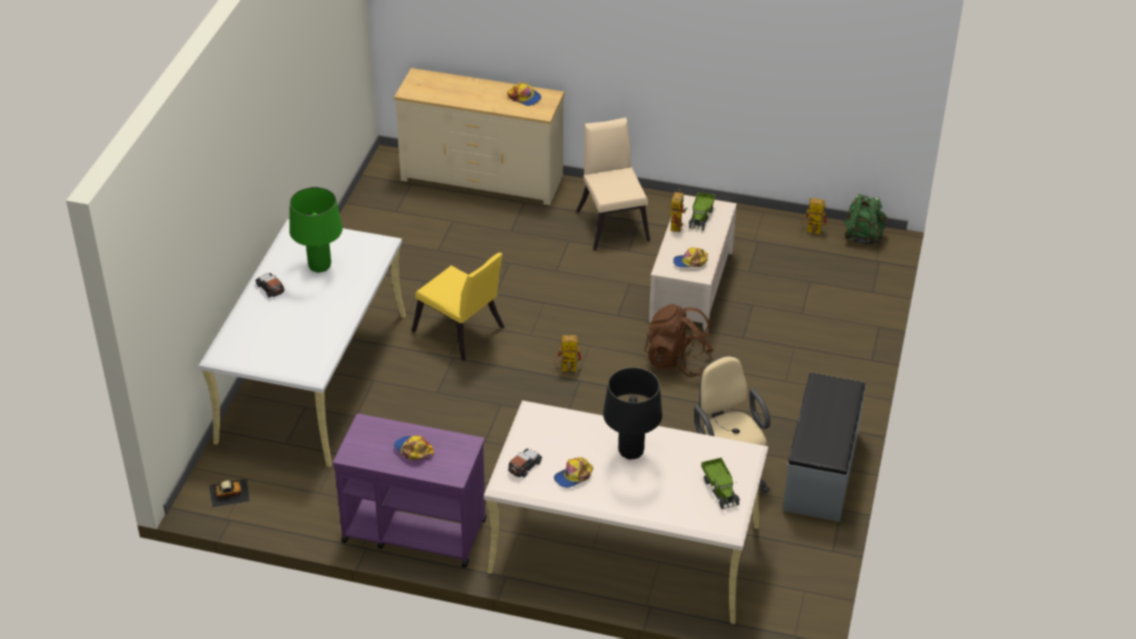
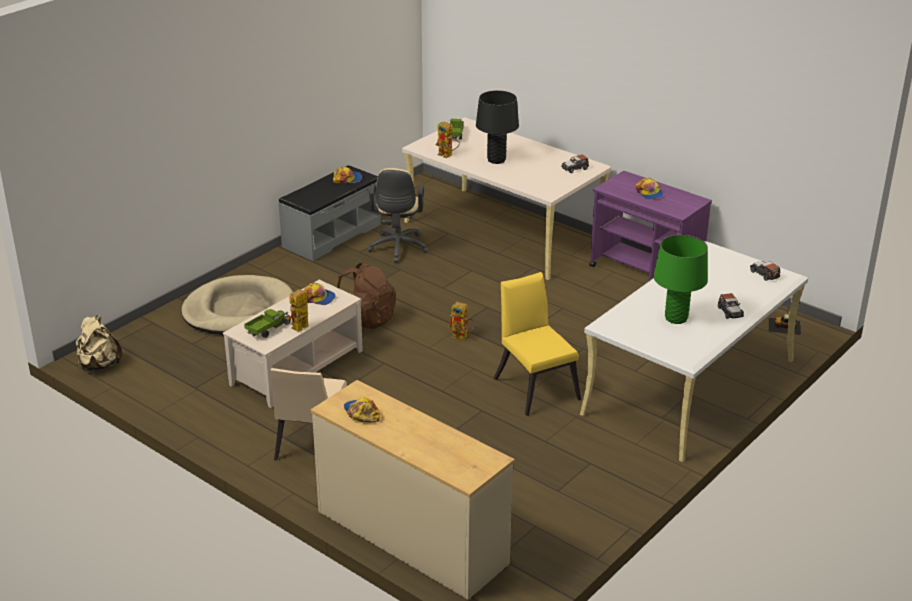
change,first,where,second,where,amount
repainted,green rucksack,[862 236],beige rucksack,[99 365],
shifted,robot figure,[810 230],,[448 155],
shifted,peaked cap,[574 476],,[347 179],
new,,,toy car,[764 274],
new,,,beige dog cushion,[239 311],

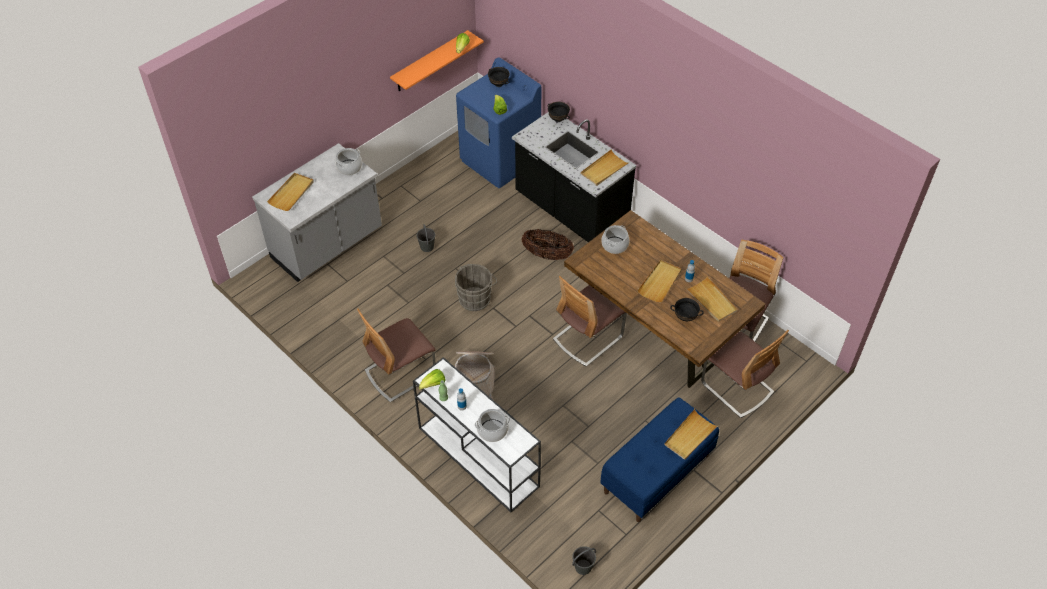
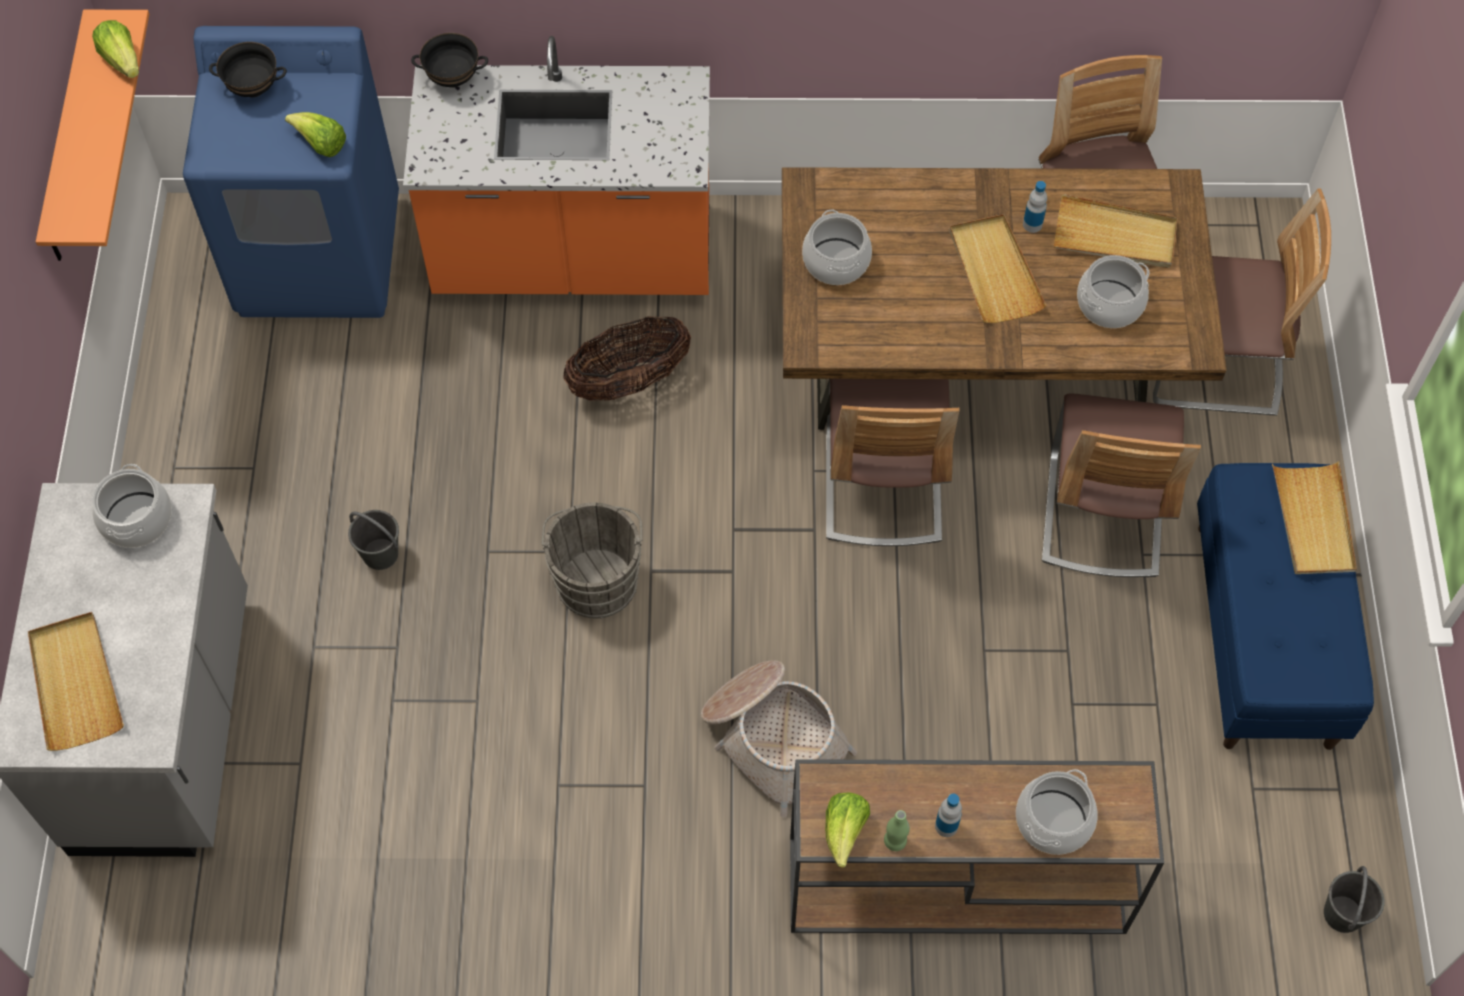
change,first,where,second,where,amount
repainted,black-coloured kitchen base unit,[570 212],orangey kitchen base unit,[574 259],
gone,beige serving tray,[604 169],,,
swapped,black-coloured deep dish,[685 317],cooking pot,[1110 304],
shifted,upright chair,[400 373],,[1103 513],
repainted,whitish console table,[477 456],brownish console table,[952 885],

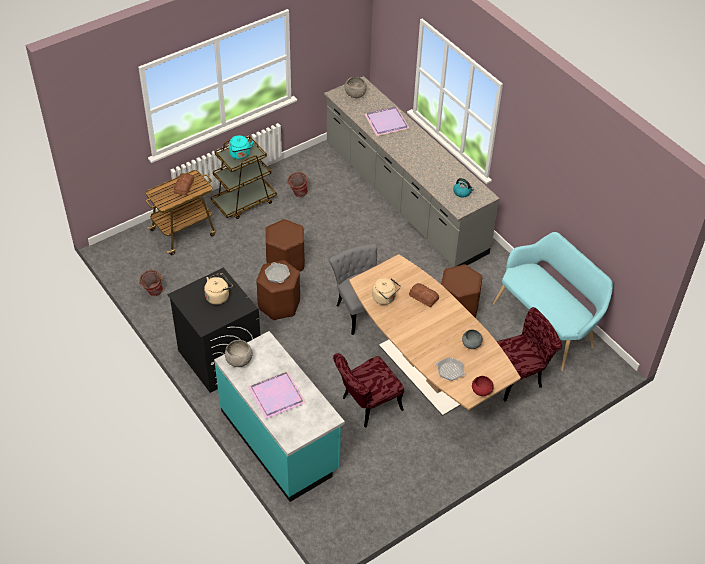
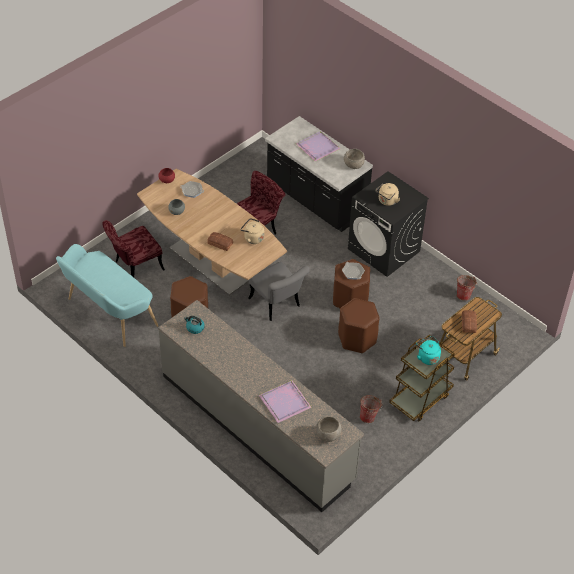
change,first,where,second,where,amount
repainted,turquoise-coloured kitchen base unit,[280 440],black-coloured kitchen base unit,[315 199],

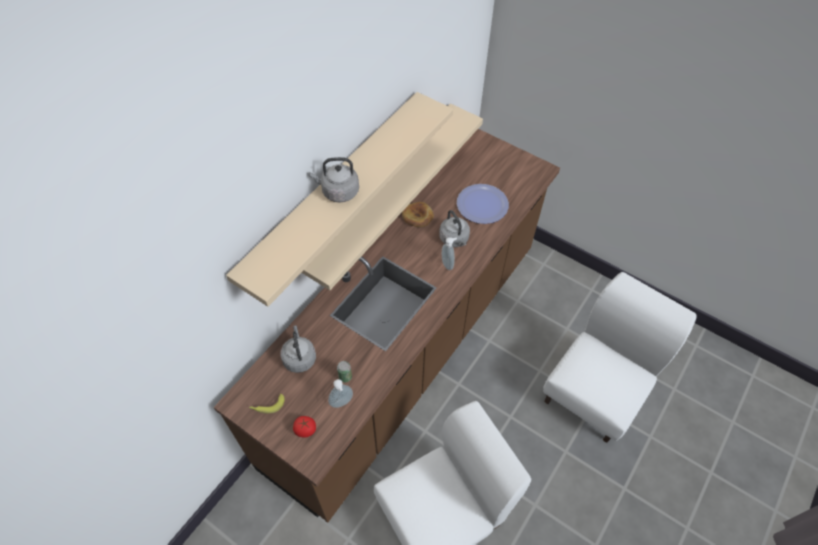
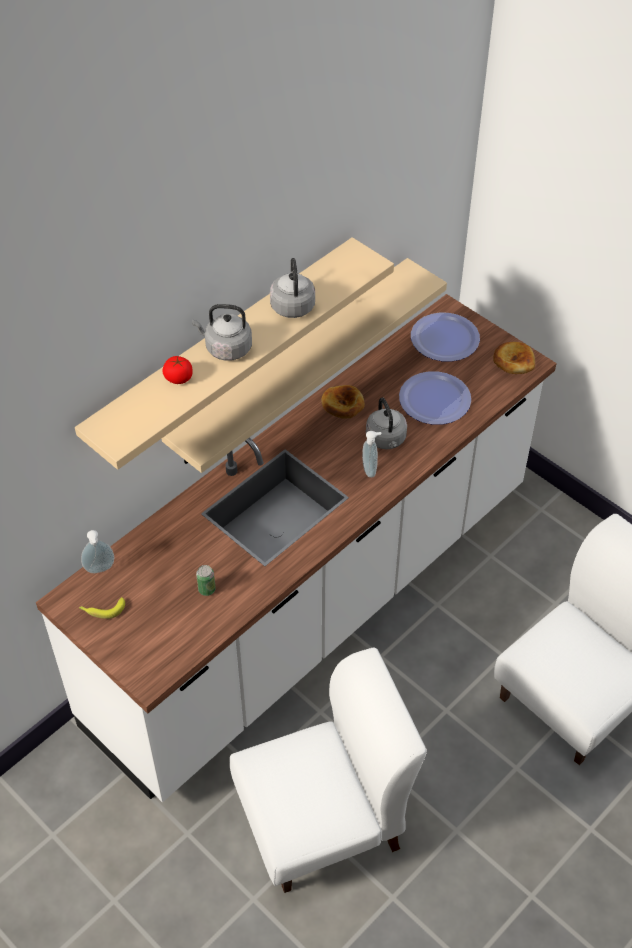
change,first,where,second,where,amount
repainted,brownish kitchen base unit,[407 353],whitish kitchen base unit,[316 605],
shifted,gray kettle,[299 358],,[292 305],
shifted,soap bottle,[342 403],,[100 570],
shifted,whole tomato,[305 430],,[178 378],
new,,,flat dish,[444 338],
new,,,bread,[514 360],

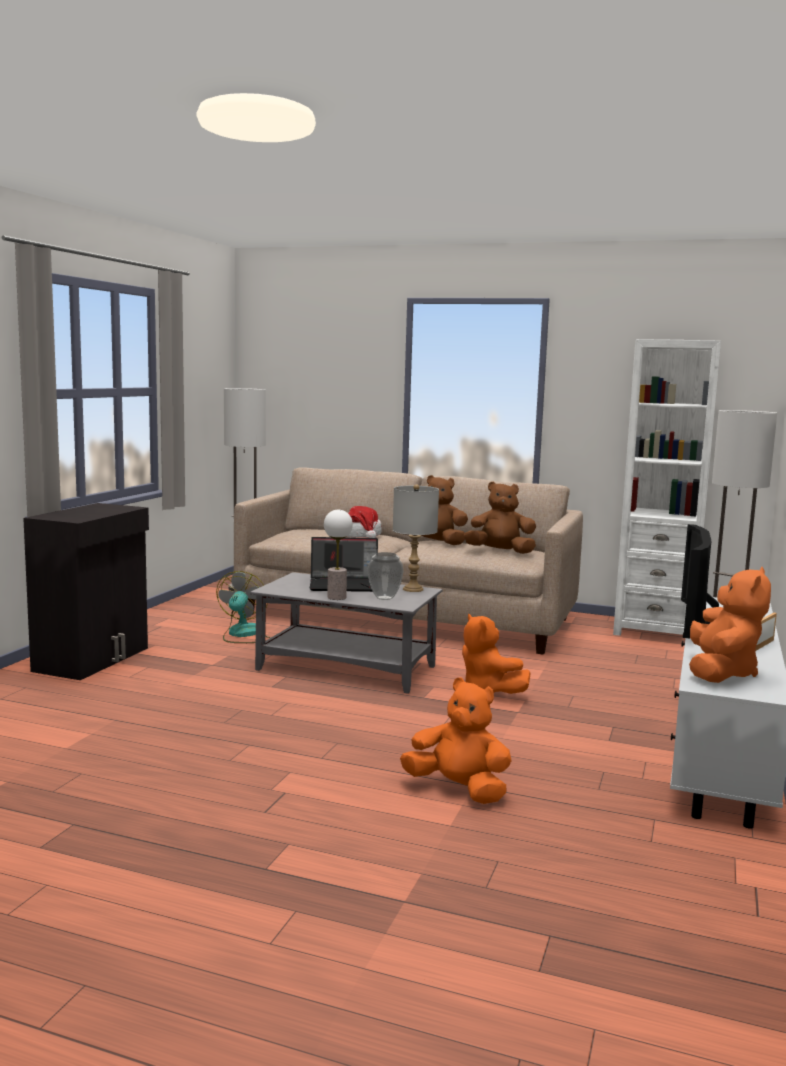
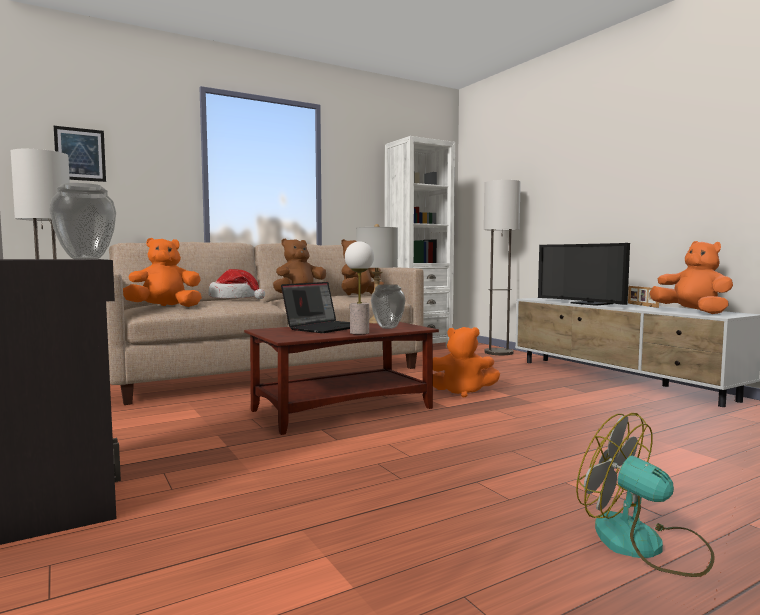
change,first,where,second,where,amount
shifted,fan,[243 635],,[644 545],
repainted,gray coffee table,[348 668],brownish coffee table,[343 409],
shifted,orangey cuddly toy,[458 789],,[165 307],
new,,,wall art,[80 154],
new,,,flower vase,[86 259],

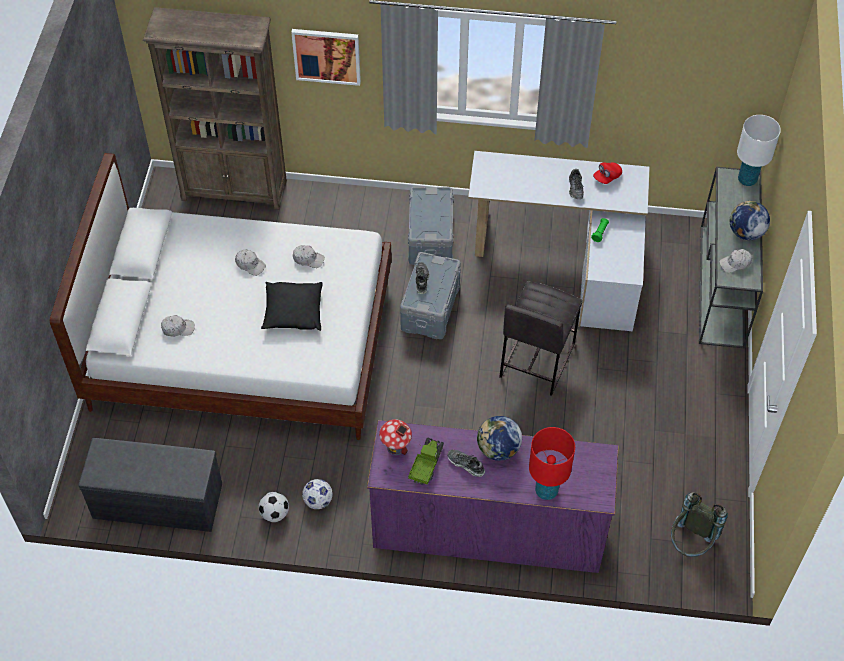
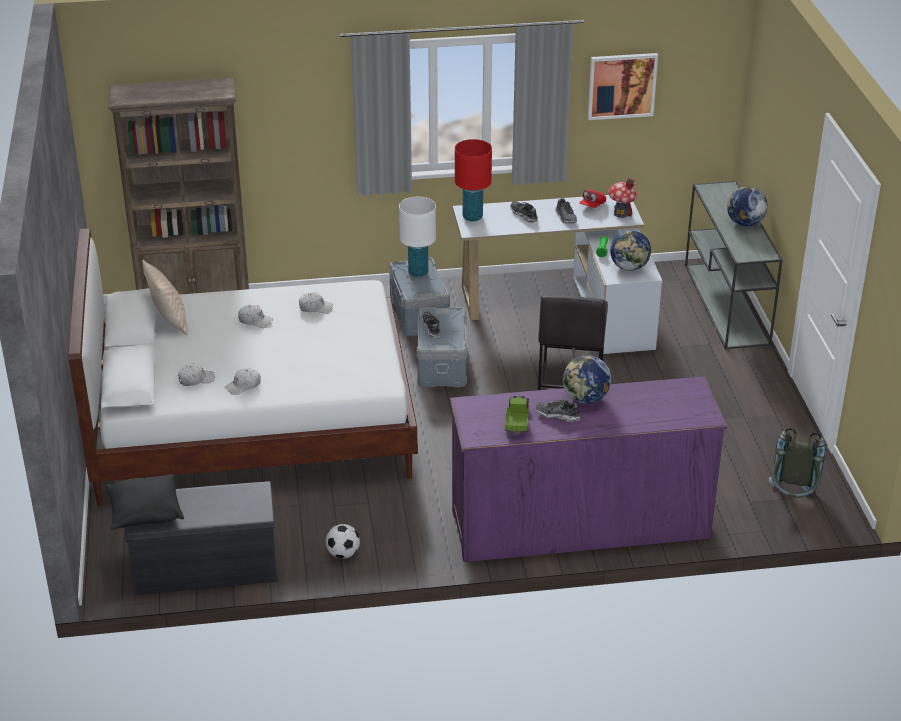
change,first,where,second,where,amount
shifted,wall art,[327 56],,[622 85],
shifted,whitish lamp for a table,[747 180],,[418 272],
shifted,whitish peaked cap,[735 263],,[243 386],
shifted,black-coloured pillow,[293 312],,[145 512],
shifted,toy house,[396 448],,[621 213],
shifted,red-coloured lamp for a table,[546 490],,[472 217],
gone,ball for football,[318 501],,,
new,,,item of footwear,[524 215],
new,,,globe,[629 267],
new,,,beige pillow,[169 321],

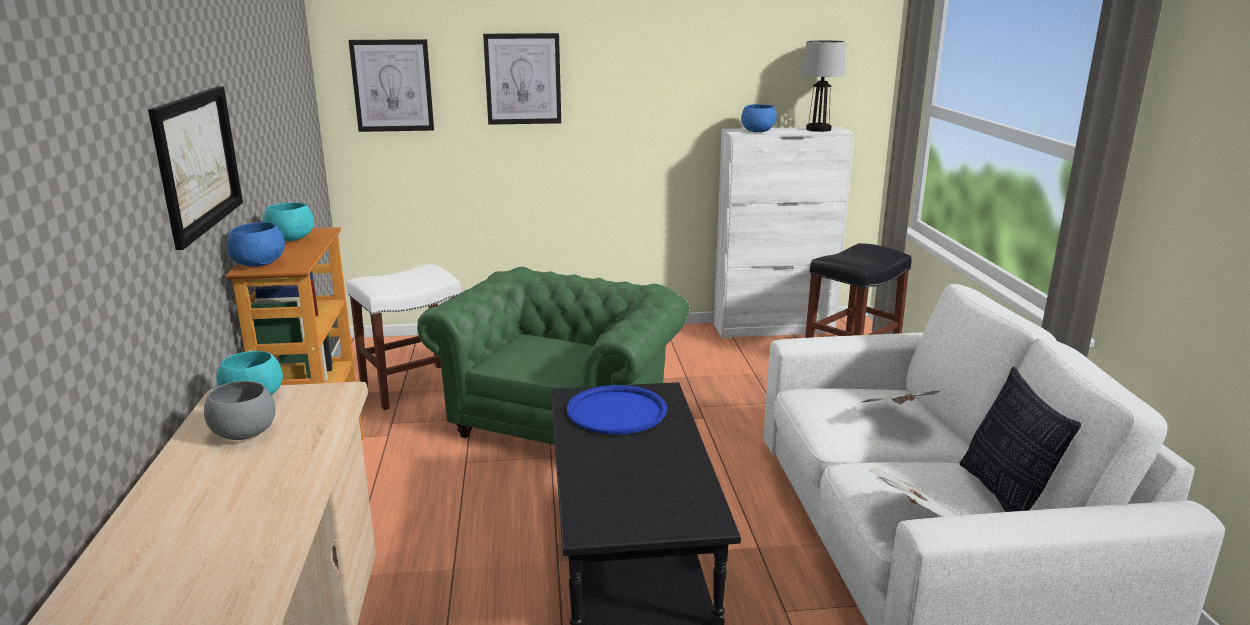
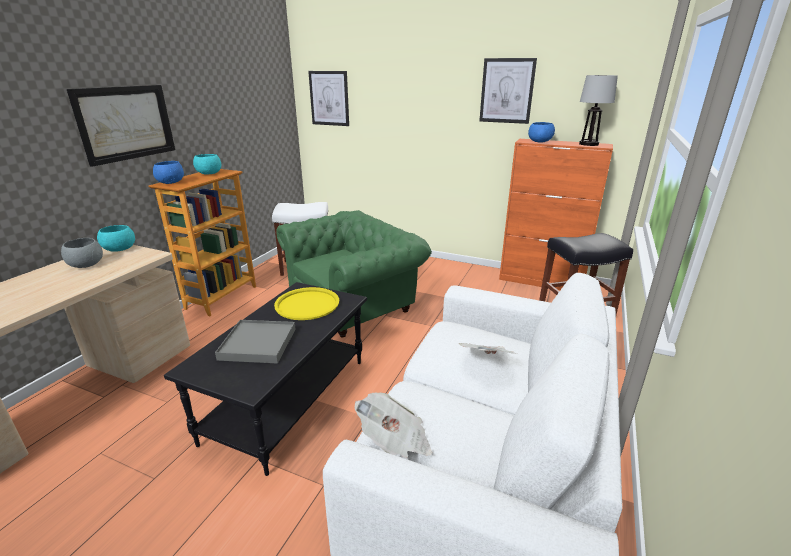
change,first,where,second,where,amount
shifted,wall art,[523 79],,[507 91],
repainted,whitish cupboard,[774 328],orangey cupboard,[541 281],
gone,pillow,[1004 496],,,
repainted,blue-coloured serving tray,[617 411],yellow-coloured serving tray,[307 304],
new,,,gray serving tray,[258 344],

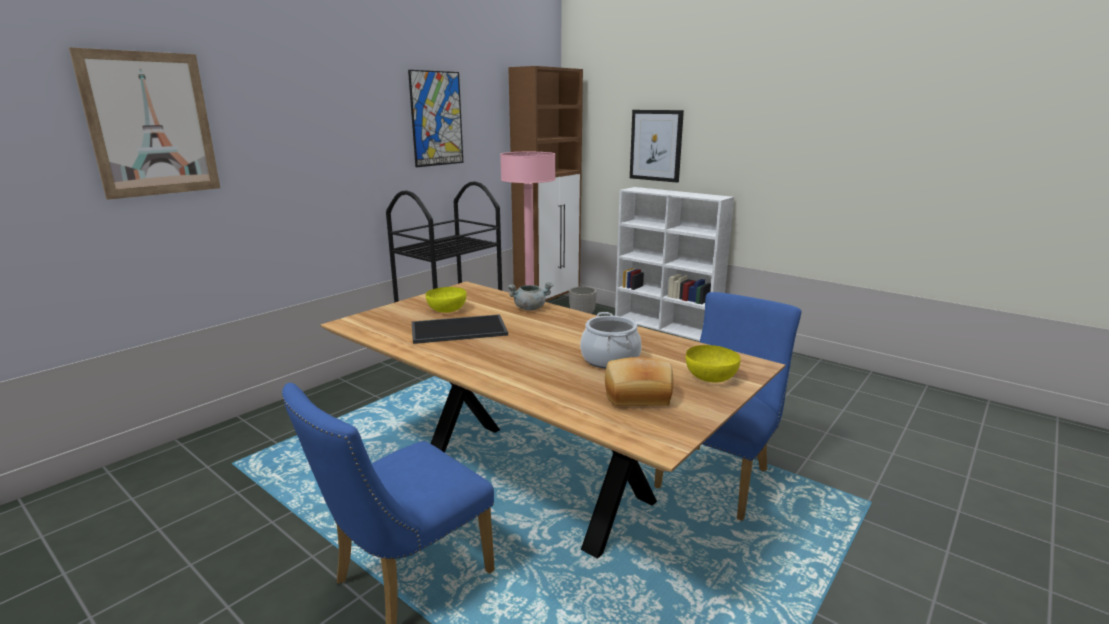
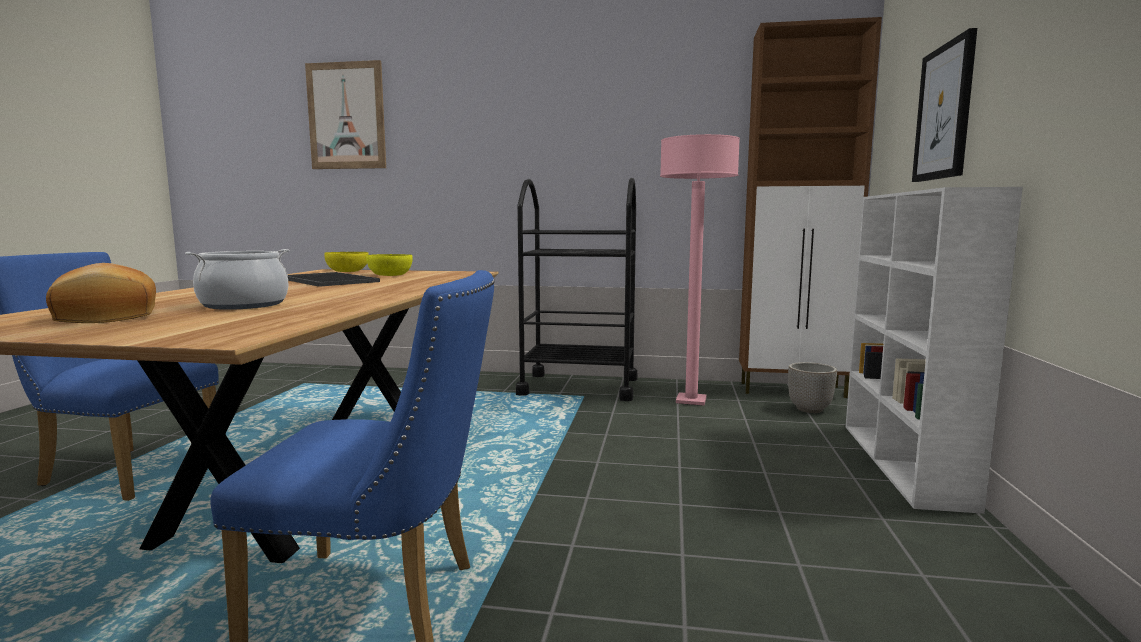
change,first,where,second,where,amount
gone,wall art,[436 119],,,
gone,gray cooking pot,[530 308],,,
shifted,yellow-coloured deep dish,[710 377],,[347 271],

